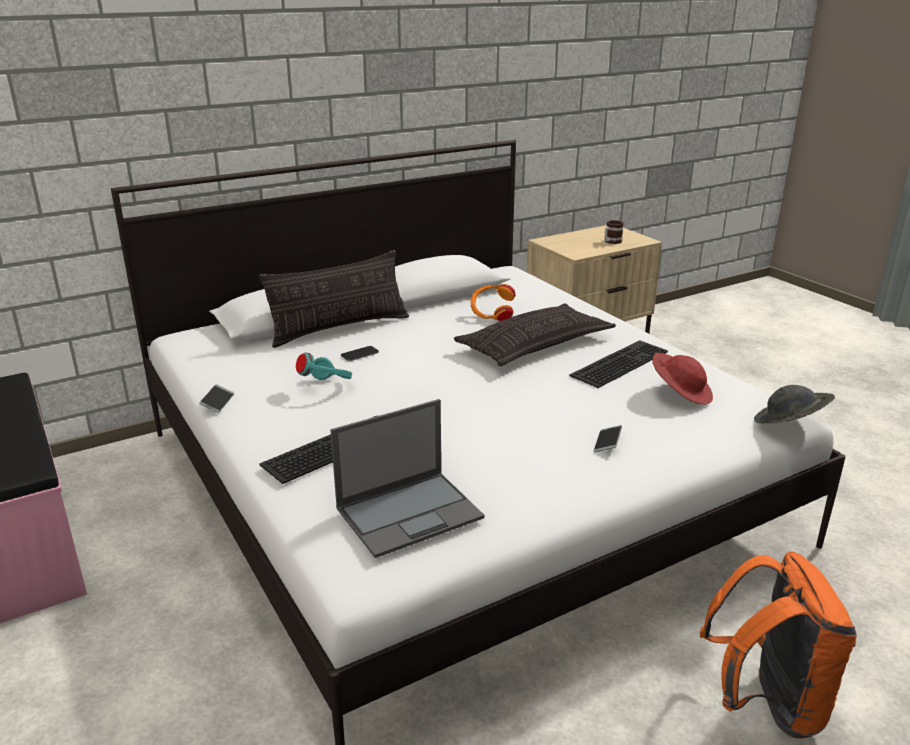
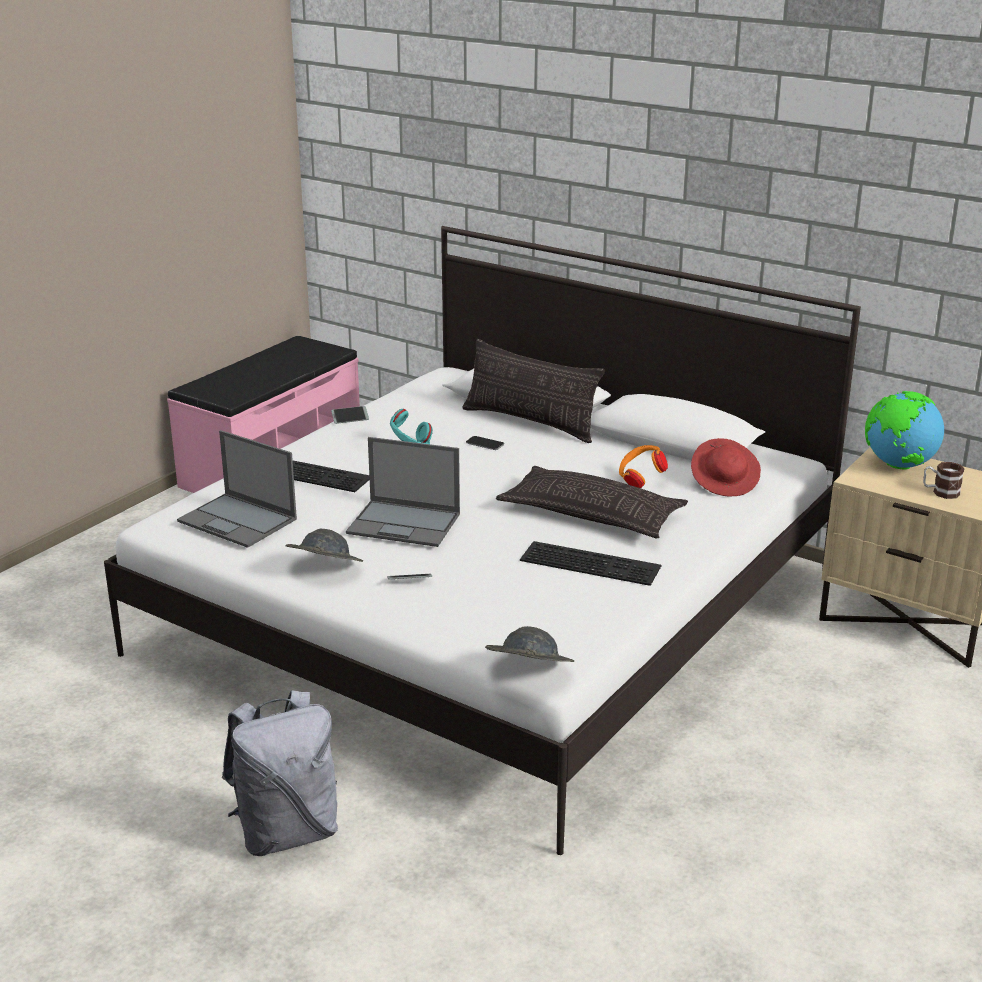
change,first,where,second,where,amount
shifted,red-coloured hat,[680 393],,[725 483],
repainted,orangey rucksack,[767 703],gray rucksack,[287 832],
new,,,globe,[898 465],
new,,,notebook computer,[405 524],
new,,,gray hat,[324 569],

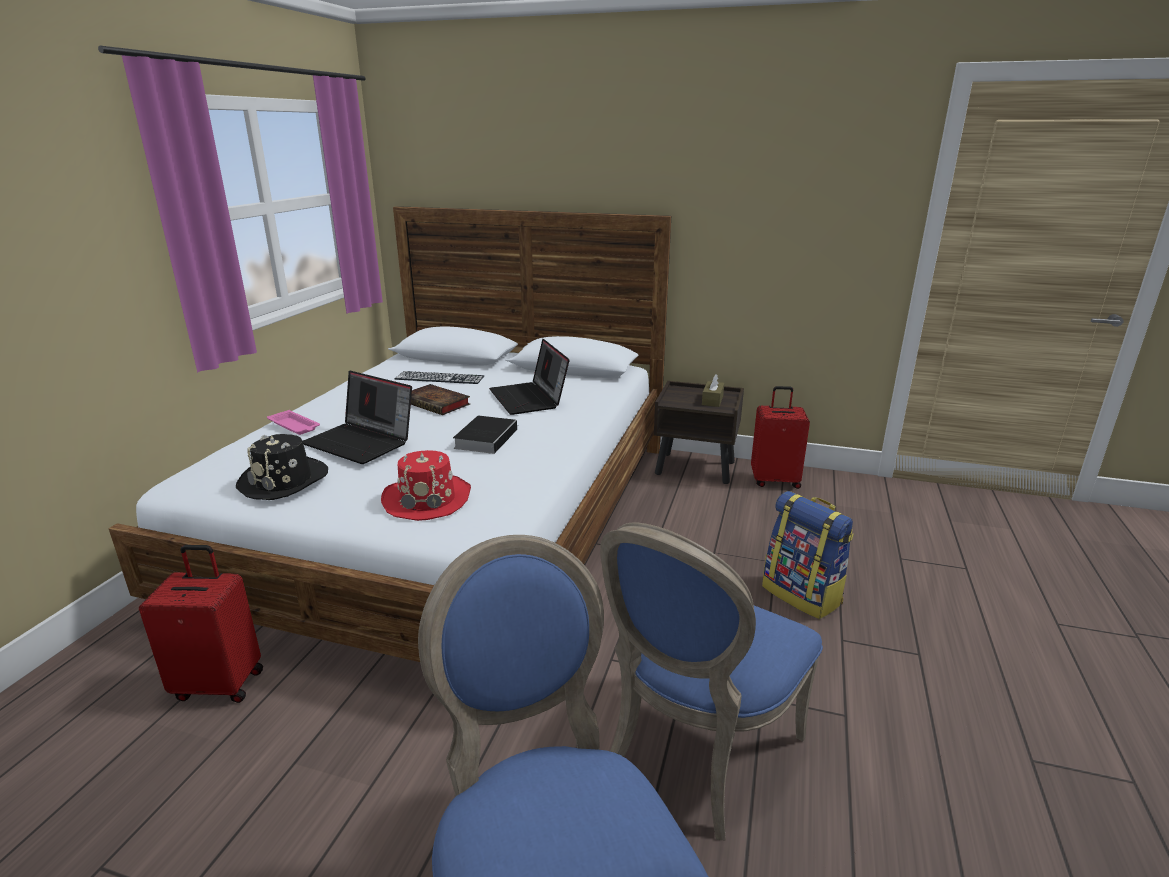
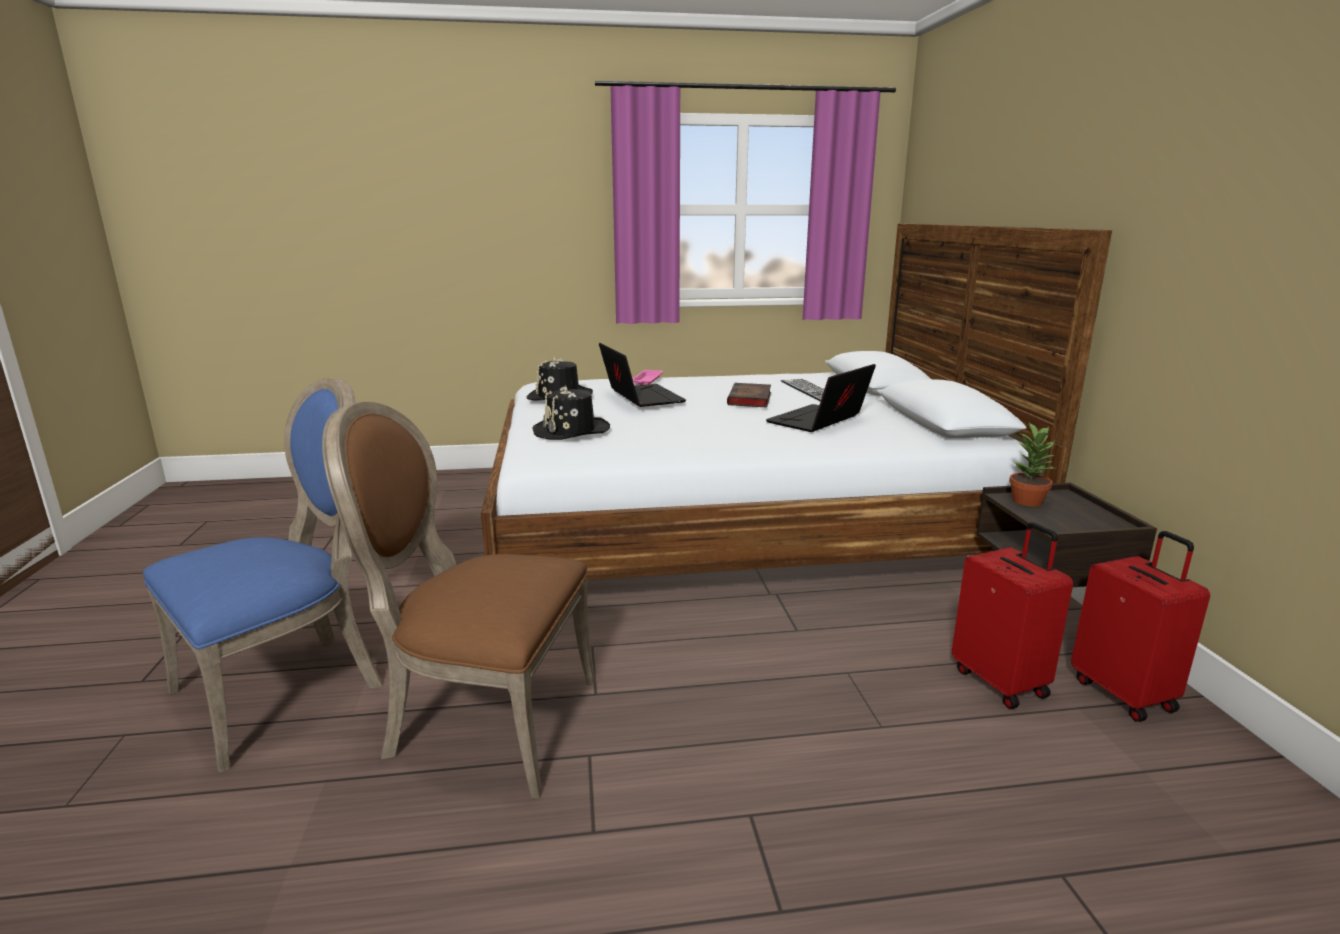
change,first,where,second,where,amount
rotated,notebook computer,[362 442],,[640 397],150 degrees clockwise
gone,brownish tissue box,[712 400],,,
gone,book,[486 438],,,
repainted,red-coloured hat,[428 499],black-coloured hat,[571 431],
gone,rucksack,[802 595],,,
repainted,blue-coloured upright chair,[694 754],brownish upright chair,[484 721],
shifted,red-coloured travel case,[220 683],,[1001 682],
new,,,houseplant,[1027 501],

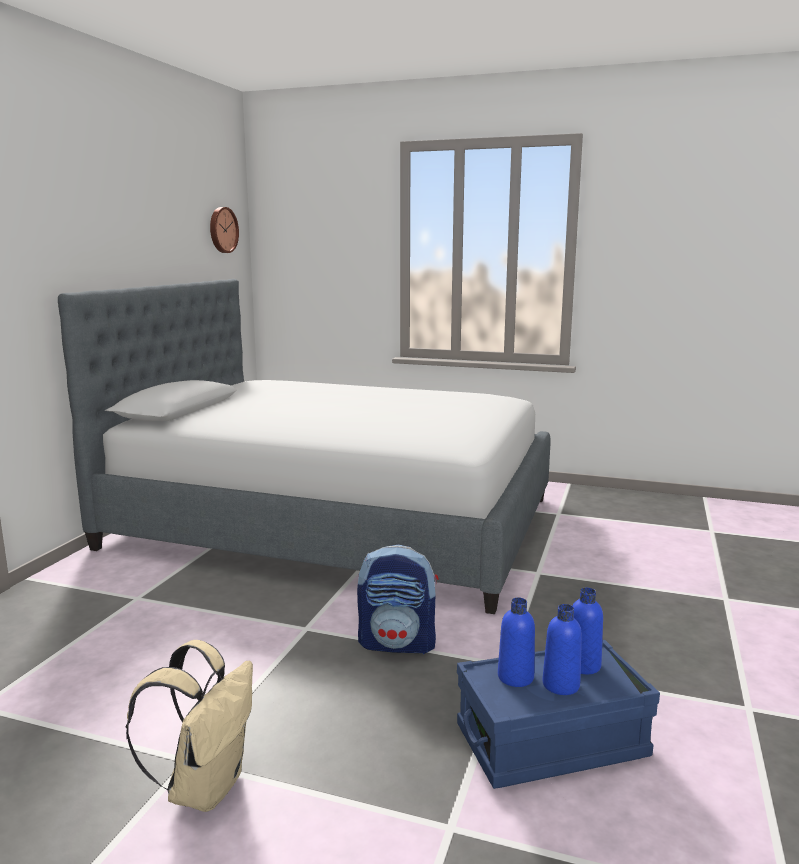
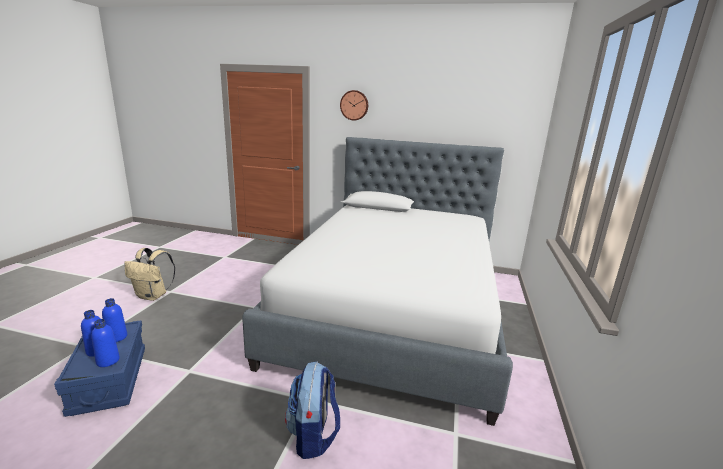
change,first,where,second,where,amount
shifted,wall clock,[222 230],,[354 105],
shifted,rucksack,[398 643],,[313 436],

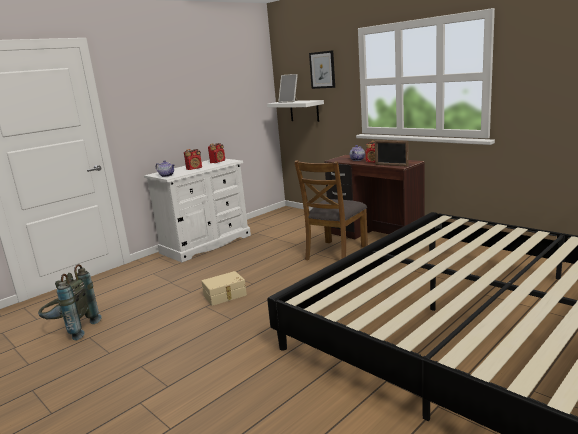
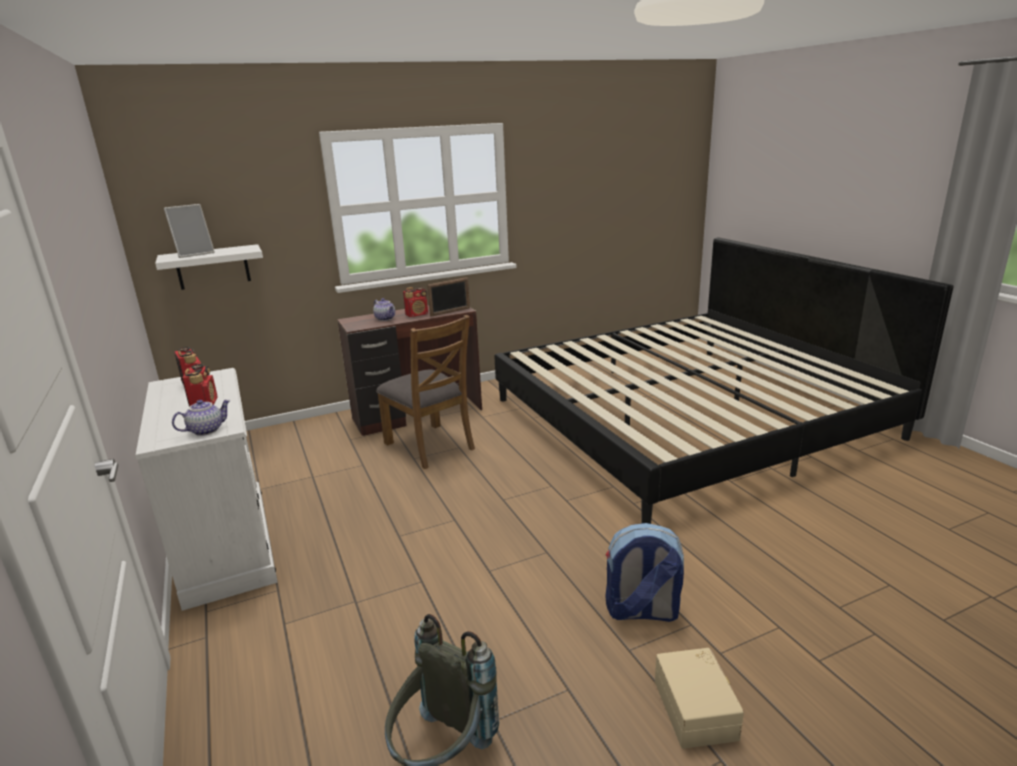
change,first,where,second,where,amount
gone,wall art,[322 70],,,
shifted,beige storage box,[225 295],,[697 708],
new,,,rucksack,[641 611],

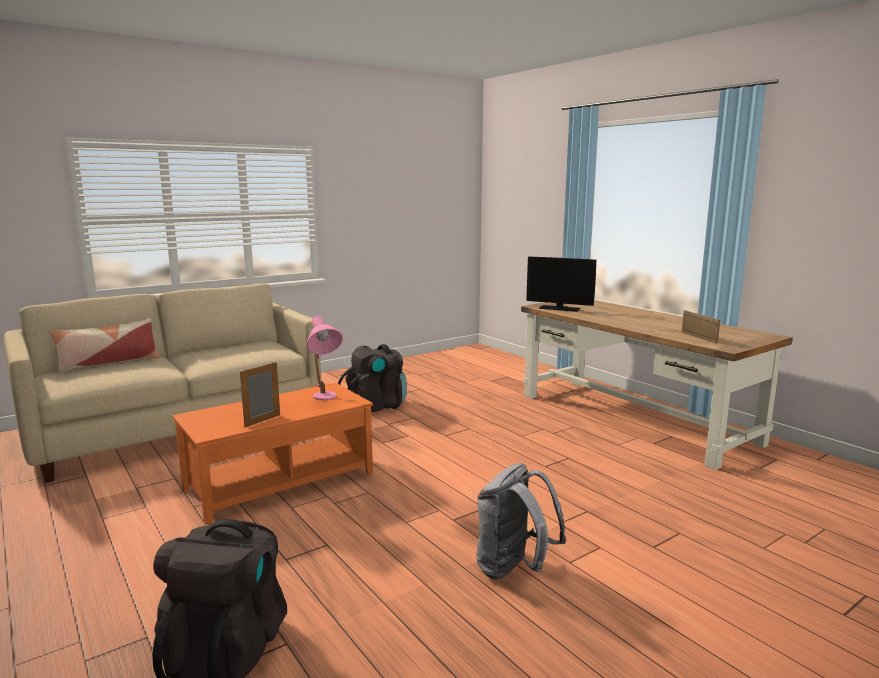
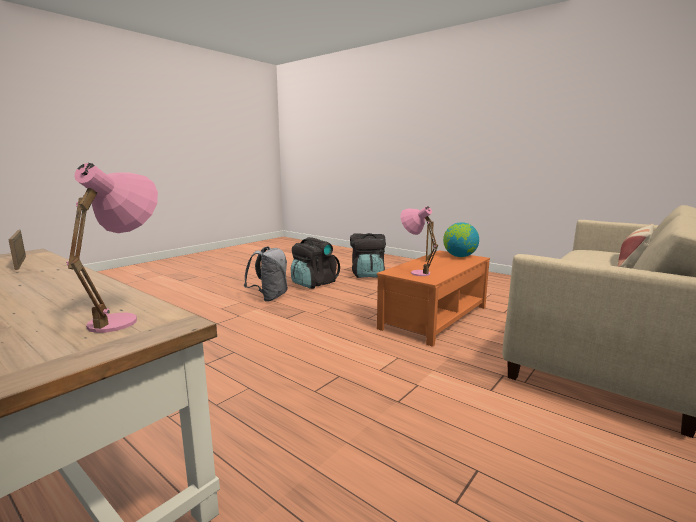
change,first,where,second,where,amount
swapped,computer screen,[559 308],pink lamp for a table,[126 317],
shifted,black-coloured rucksack,[376 406],,[313 284],
new,,,globe,[459 256],

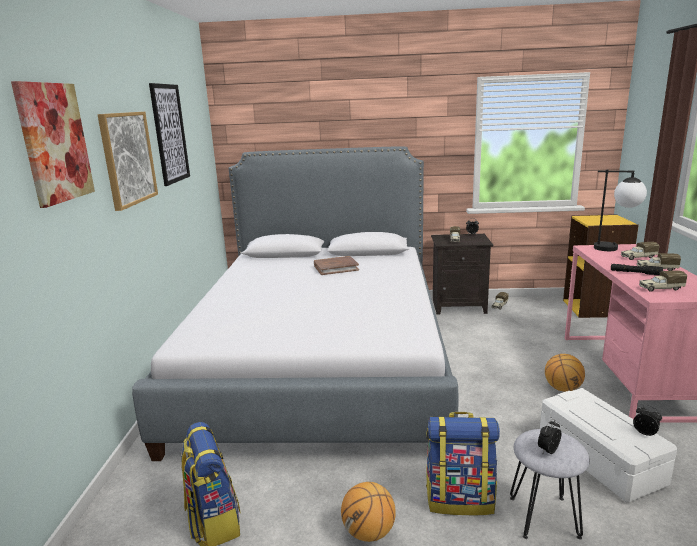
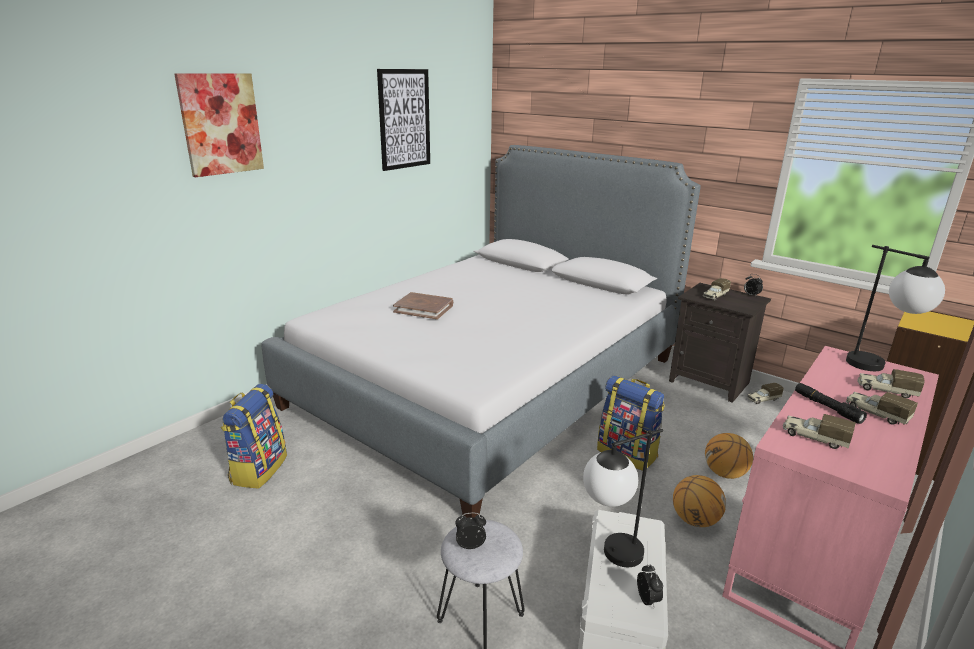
change,first,where,second,where,amount
gone,wall art,[128 158],,,
shifted,brownish book,[336 268],,[424 308],
shifted,rucksack,[460 499],,[627 453],
shifted,ball for basketball,[369 532],,[725 474],
new,,,lamp for a table,[610 558],

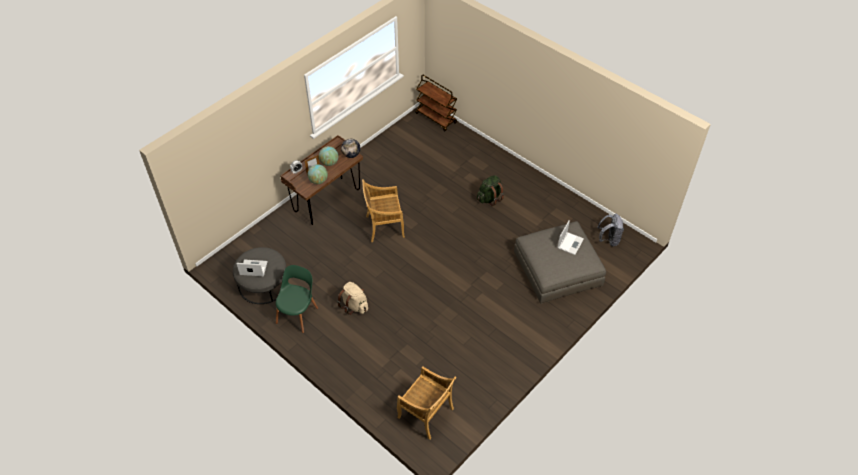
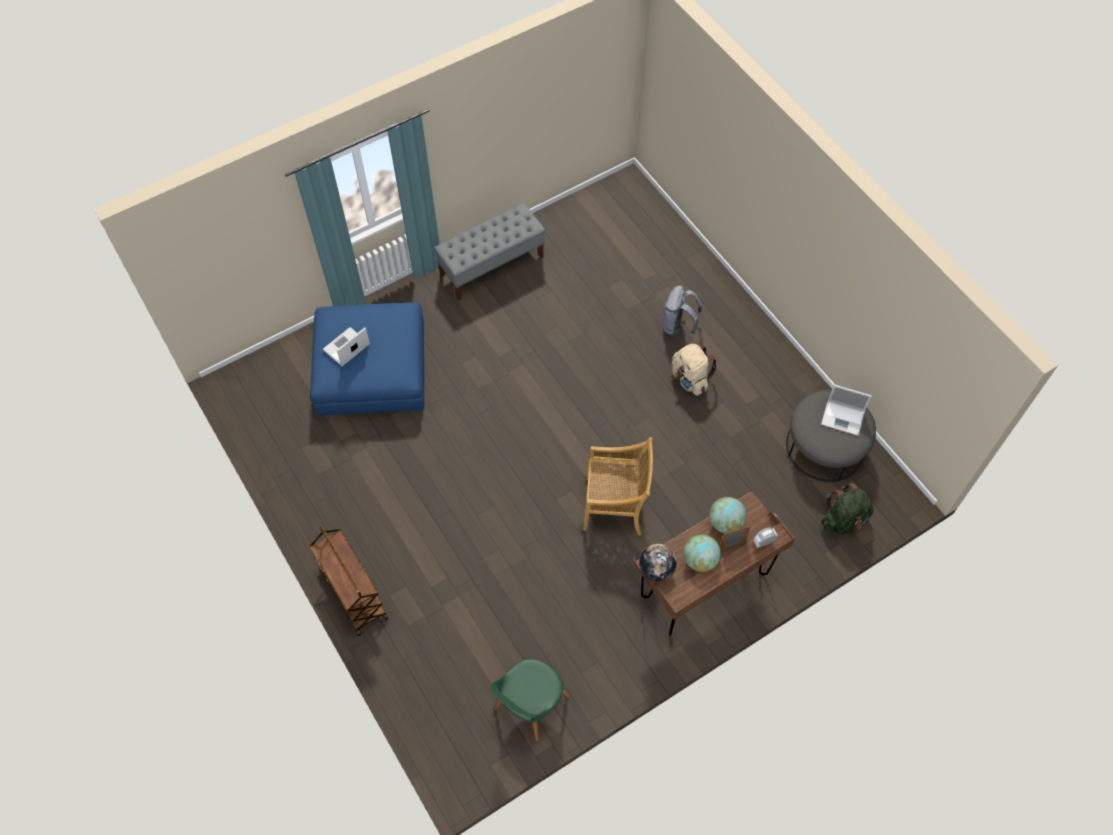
change,first,where,second,where,amount
shifted,brownish wheeled cart,[436 118],,[353 594],
shifted,green rucksack,[489 198],,[843 520],
shifted,gray rucksack,[609 240],,[678 325],
repainted,gray footrest,[557 268],blue-coloured footrest,[371 368],
shifted,green upright chair,[298 314],,[529 705],
gone,beige upright chair,[426 414],,,
new,,,gray indoor bench,[492 266],

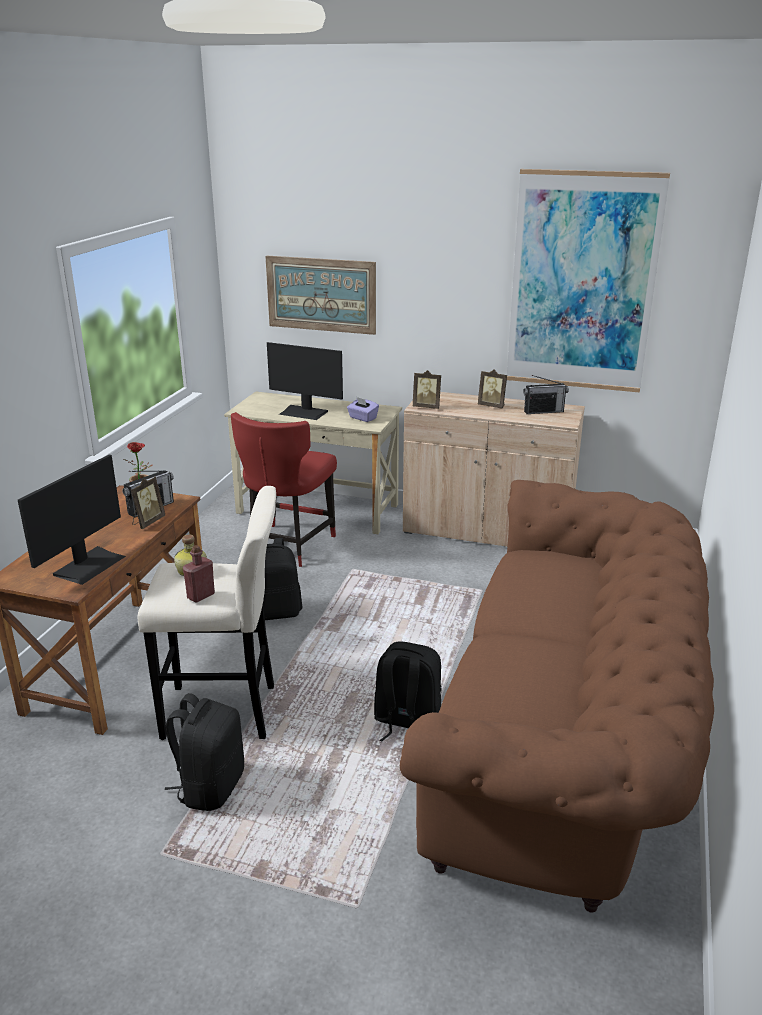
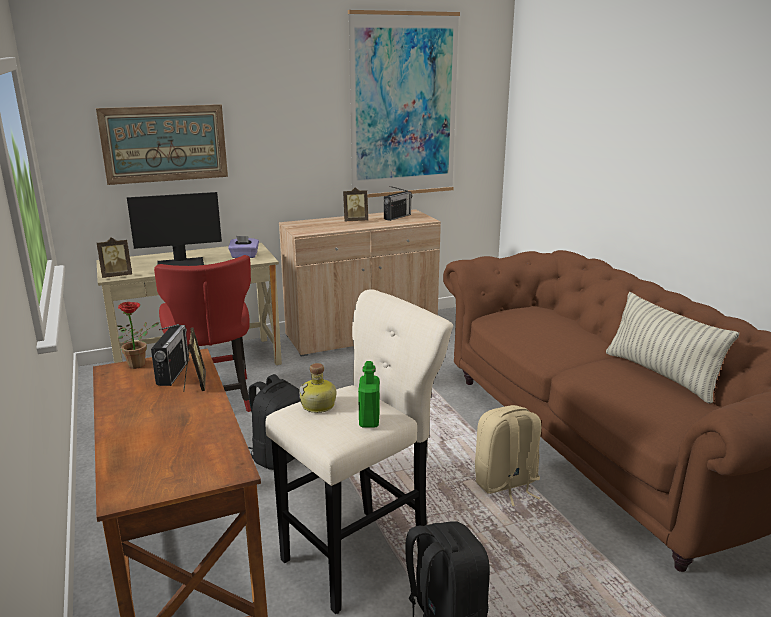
change,first,where,second,where,amount
shifted,picture frame,[427 407],,[117 276],
gone,computer screen,[89 565],,,
repainted,red-coloured bottle,[201 596],green bottle,[369 420],
repainted,black-coloured rucksack,[406 722],beige rucksack,[506 484],
new,,,pillow,[661 375],

